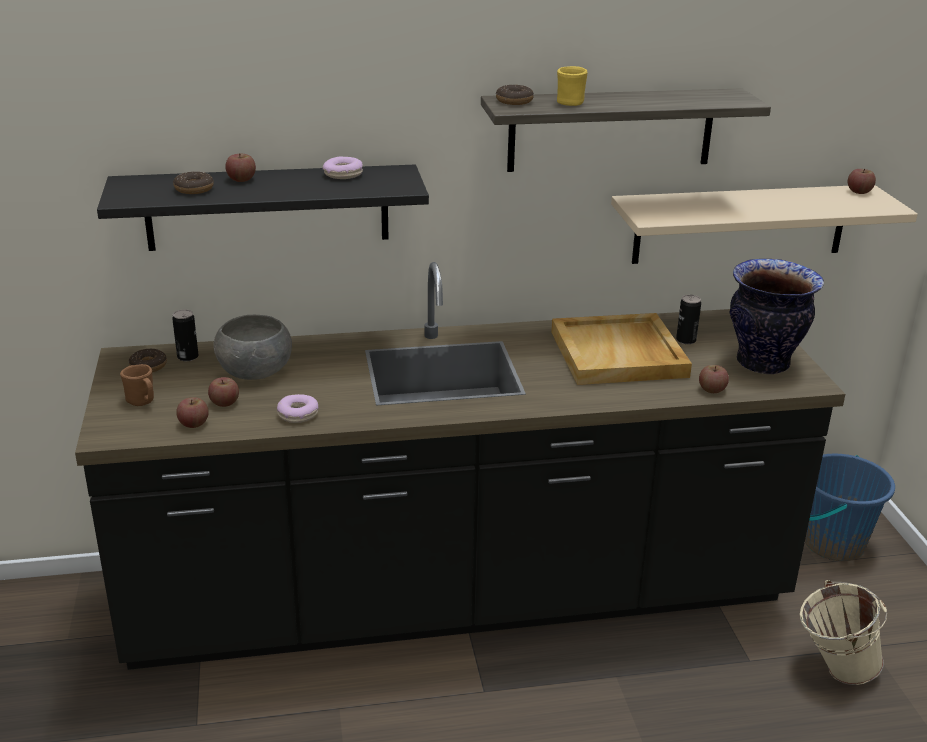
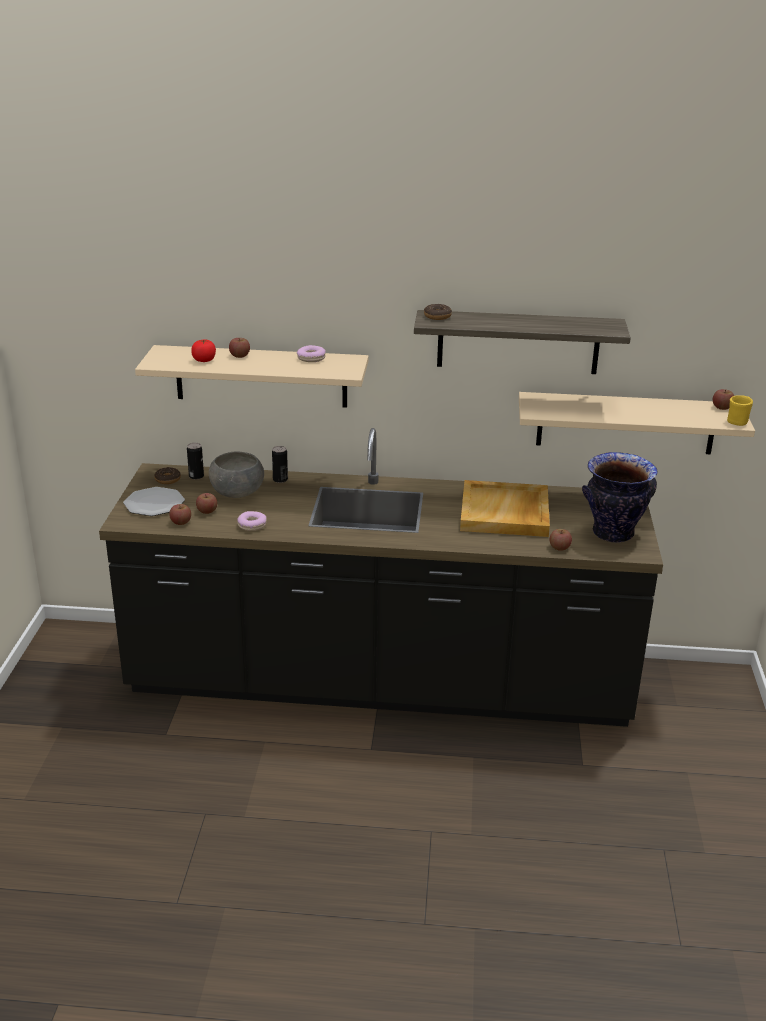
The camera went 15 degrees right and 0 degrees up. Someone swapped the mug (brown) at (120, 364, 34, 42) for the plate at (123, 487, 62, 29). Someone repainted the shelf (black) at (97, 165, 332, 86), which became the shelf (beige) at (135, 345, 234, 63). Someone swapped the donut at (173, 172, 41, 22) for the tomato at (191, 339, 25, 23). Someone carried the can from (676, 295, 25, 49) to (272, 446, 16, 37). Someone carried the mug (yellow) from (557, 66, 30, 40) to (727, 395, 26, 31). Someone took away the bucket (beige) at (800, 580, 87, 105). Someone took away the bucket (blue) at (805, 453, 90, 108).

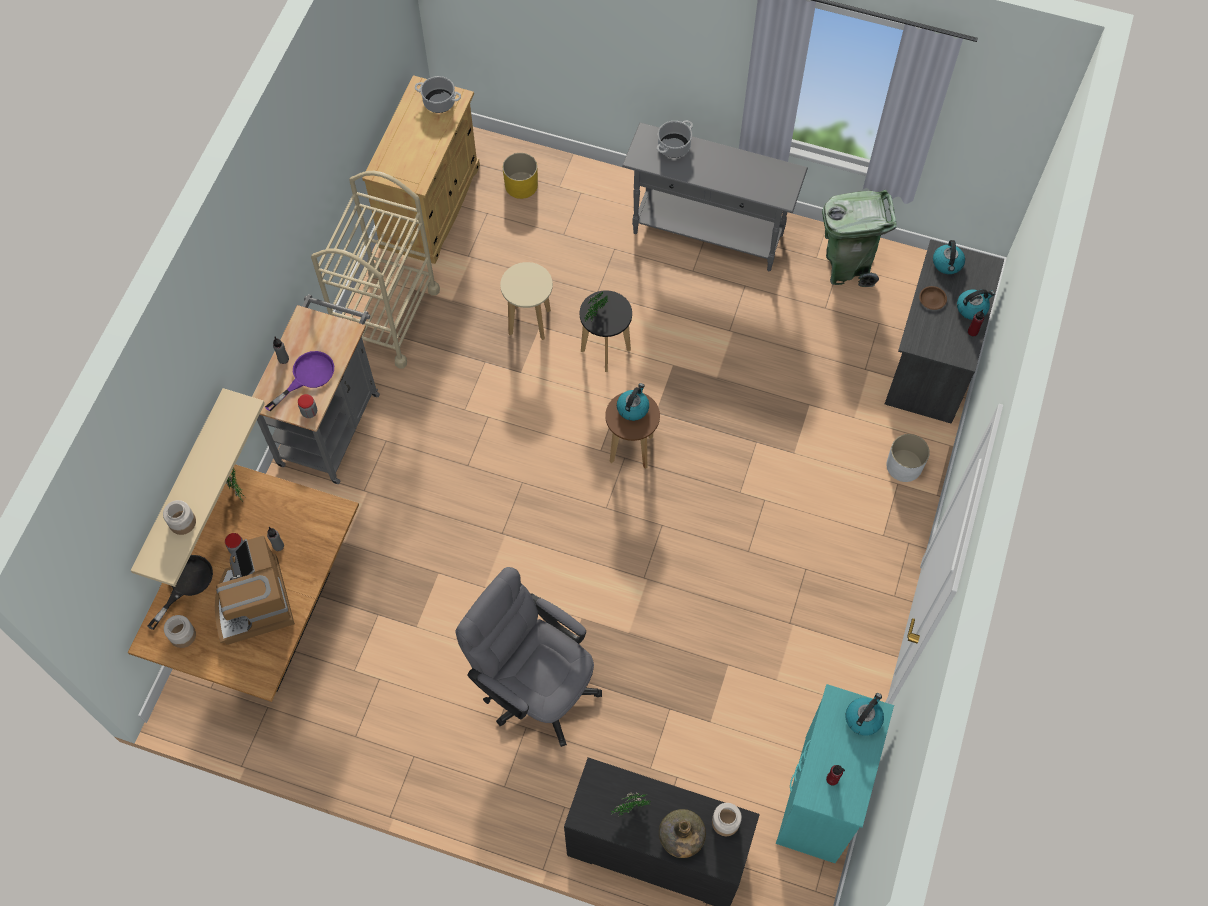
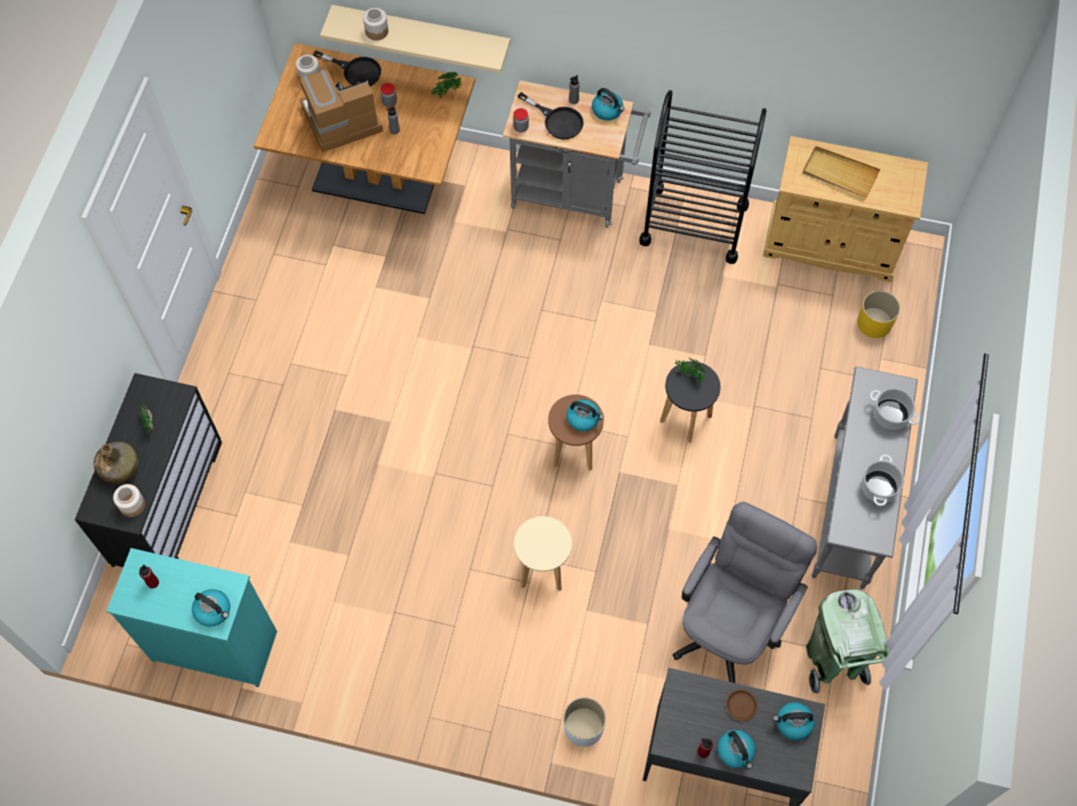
The camera went 85 degrees right and 0 degrees up. Someone carried the stool (beige) from (500, 262, 53, 78) to (514, 516, 58, 75). Someone repainted the frying pan (purple) at (265, 351, 69, 60), which became the frying pan (black) at (518, 92, 66, 48). Someone put down the kettle at (592, 88, 32, 33). Someone repainted the cart (beige) at (311, 171, 129, 197), which became the cart (black) at (639, 90, 128, 174). Someone carried the office chair (grey) from (455, 567, 147, 180) to (673, 502, 144, 181). Someone put down the tray (beige) at (803, 146, 77, 52). Someone carried the cooking pot from (415, 76, 46, 37) to (862, 455, 42, 51).

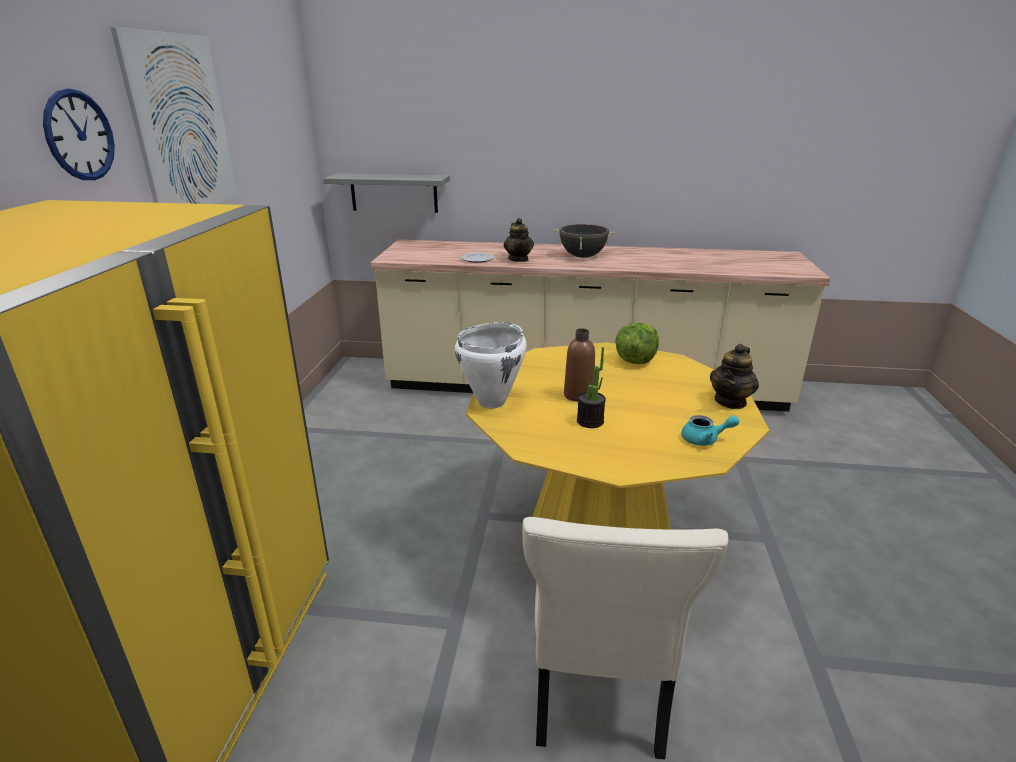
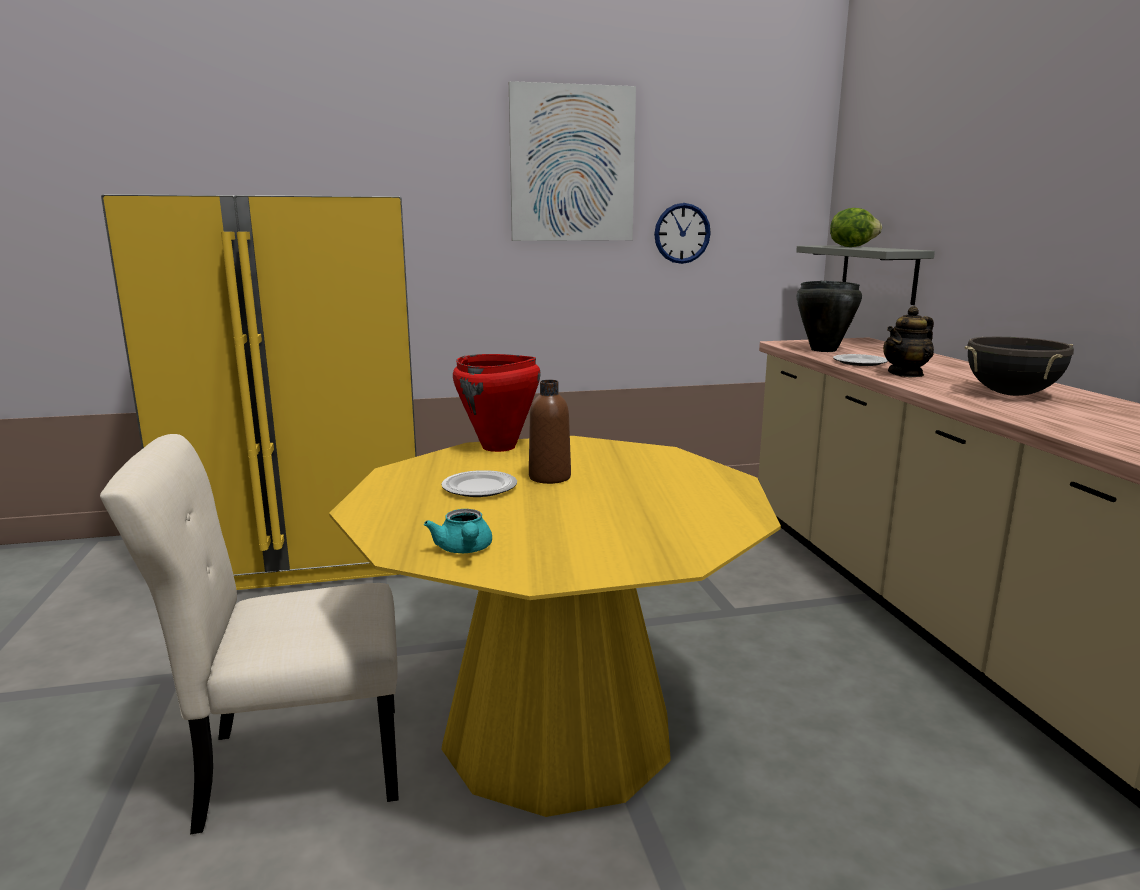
The camera went 70 degrees right and 10 degrees down. Someone swapped the potted plant at (577, 347, 29, 81) for the plate at (441, 470, 76, 27). Someone repainted the cooking pot (white) at (455, 322, 72, 87), which became the cooking pot (red) at (453, 354, 88, 98). Someone carried the wall clock from (43, 89, 72, 91) to (654, 203, 57, 61). Someone put down the cooking pot (black) at (797, 281, 65, 71). Someone carried the lettuce from (615, 323, 44, 41) to (830, 208, 52, 39). Someone took away the teapot at (710, 344, 49, 65).

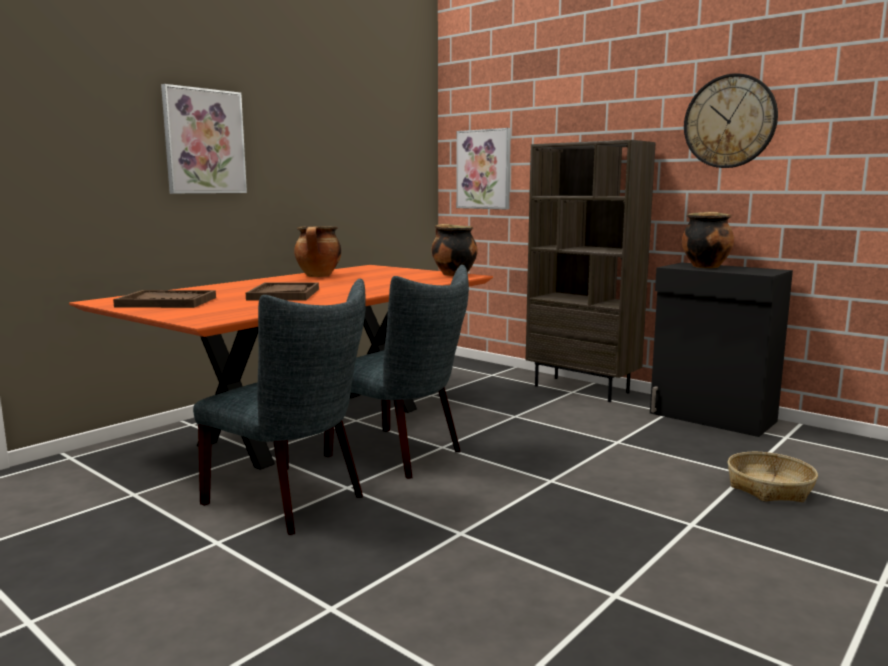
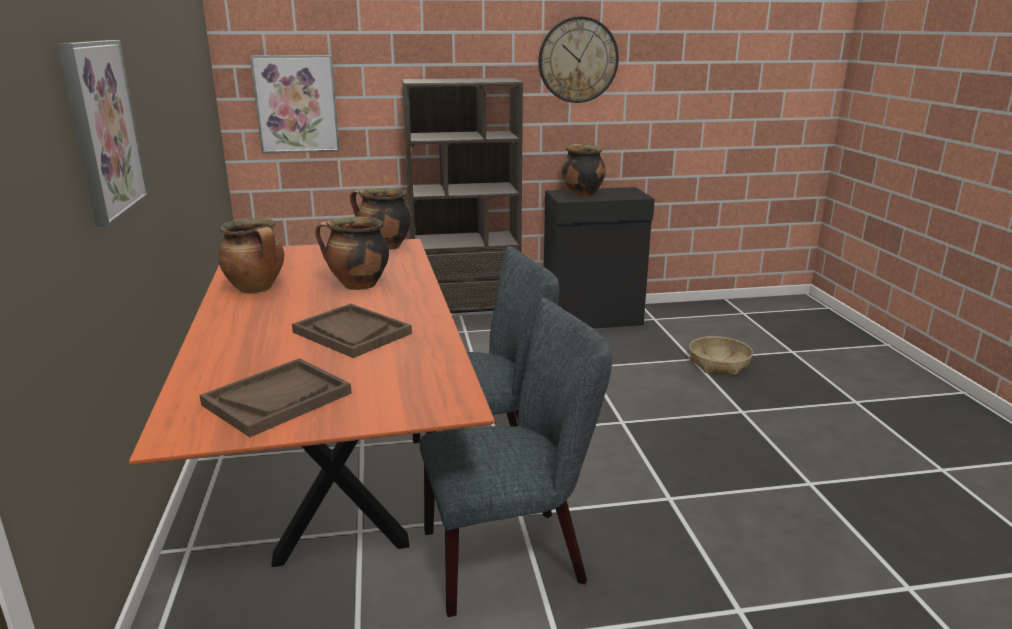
The camera went 50 degrees left and 10 degrees up. Someone put down the cooking pot at (315, 217, 74, 73).

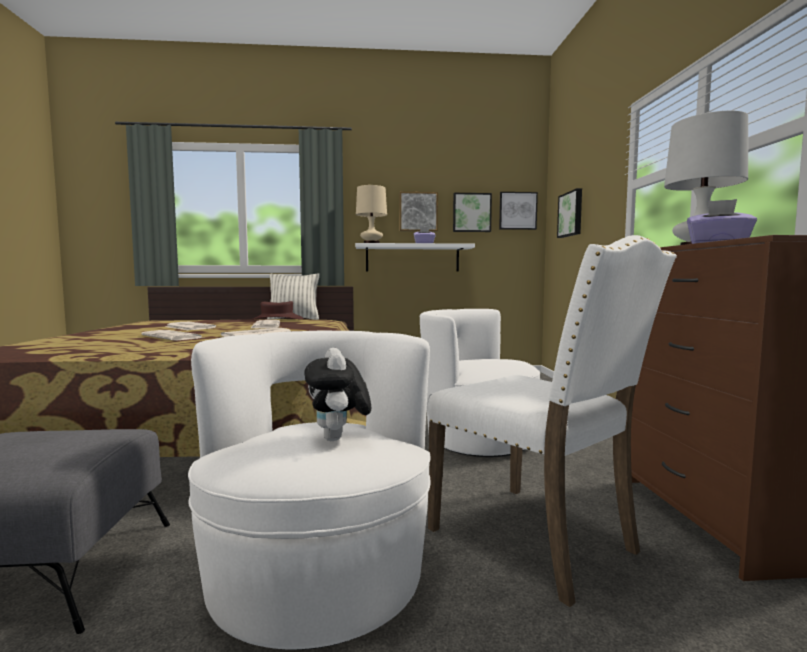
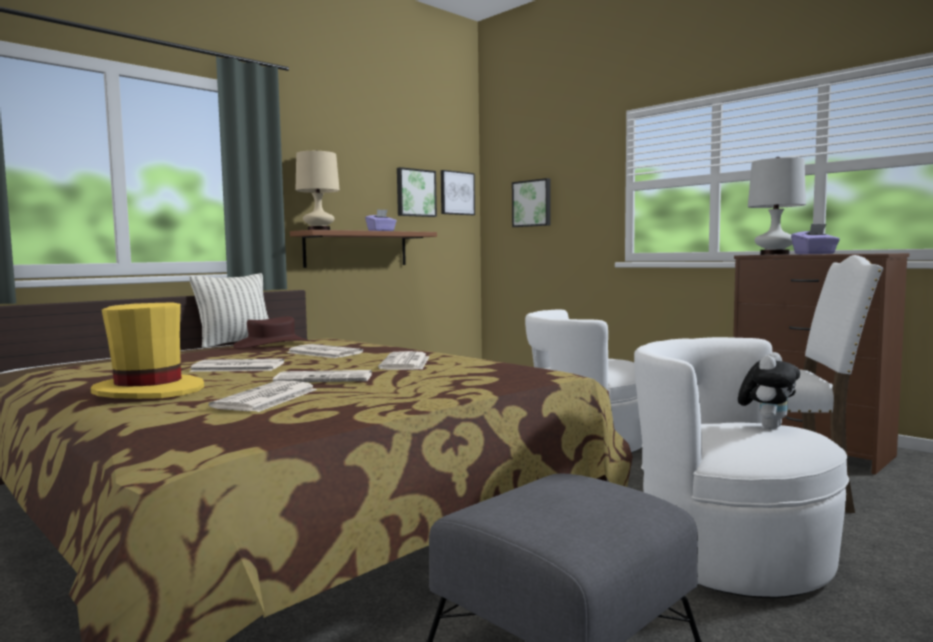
The camera went 40 degrees left and 0 degrees up. Someone put down the hat (yellow) at (91, 303, 113, 96). Someone put down the newspaper at (209, 381, 108, 31). Someone repainted the shelf (white) at (355, 243, 120, 29), which became the shelf (brown) at (290, 230, 147, 38). Someone rotated the plush toy at (304, 348, 67, 93) by 90 degrees counterclockwise. Someone took away the picture at (399, 192, 39, 40).

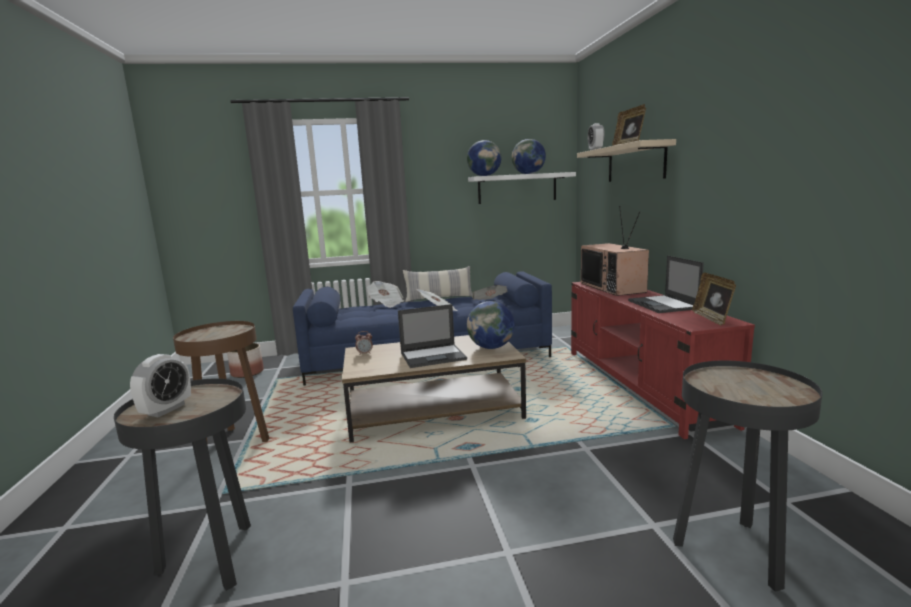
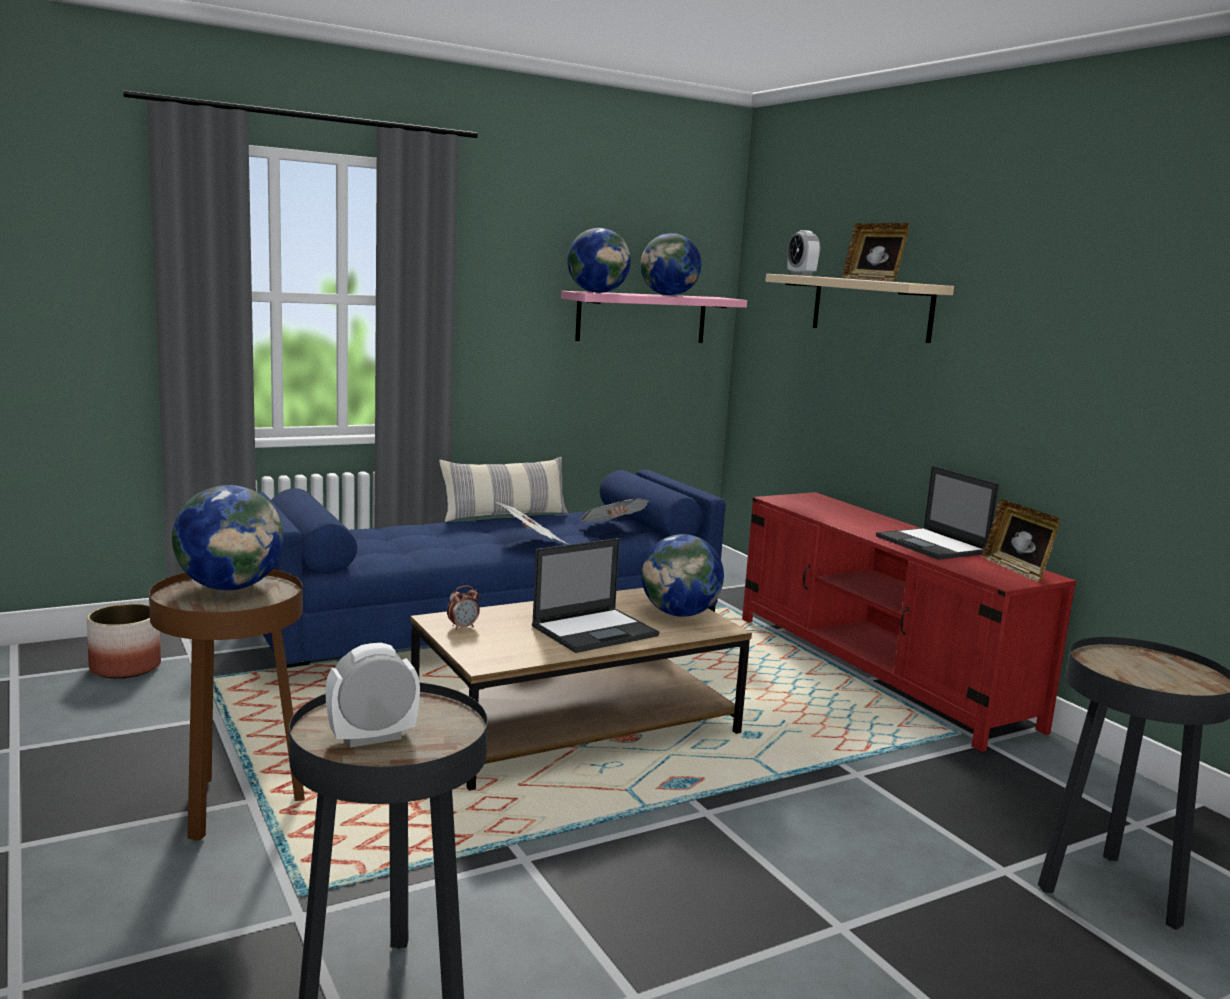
The camera went 20 degrees left and 0 degrees up. Someone put down the globe at (172, 485, 112, 105). Someone rotated the alarm clock at (130, 354, 61, 63) by 120 degrees counterclockwise. Someone repainted the shelf (white) at (468, 172, 108, 32), which became the shelf (pink) at (561, 291, 186, 52). Someone took away the newspaper at (367, 281, 37, 27). Someone took away the television at (581, 206, 68, 90).

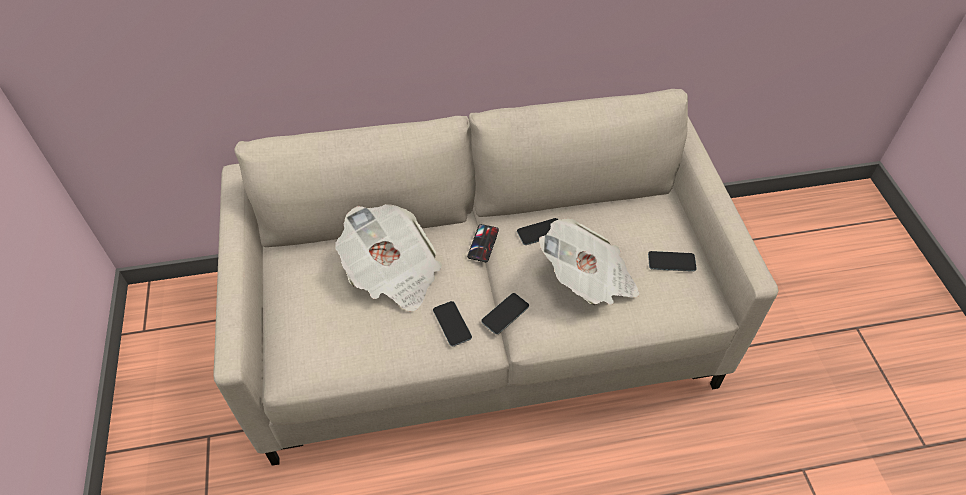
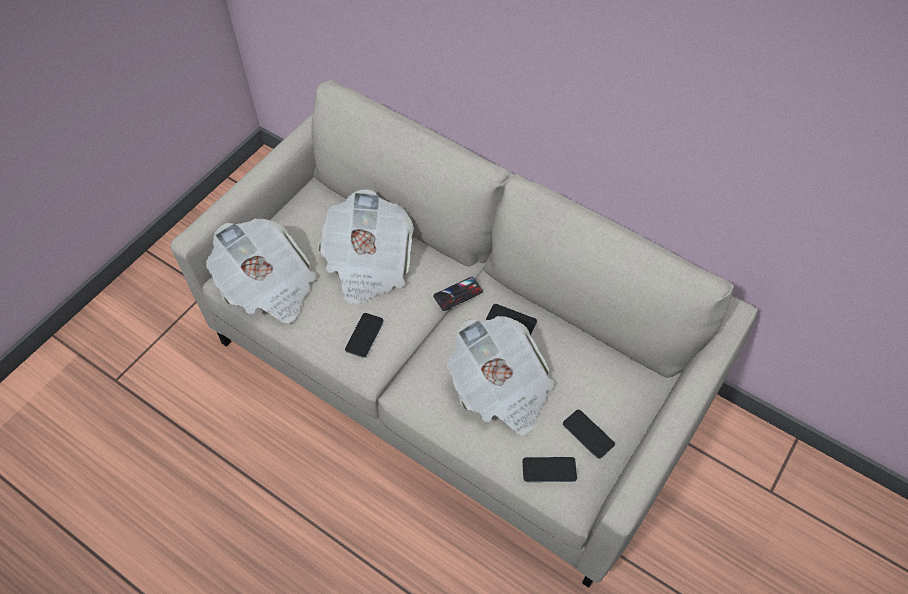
The camera went 45 degrees right and 5 degrees up. Someone put down the newspaper at (206, 218, 110, 106). Someone carried the phone from (481, 293, 48, 41) to (522, 457, 55, 25).

